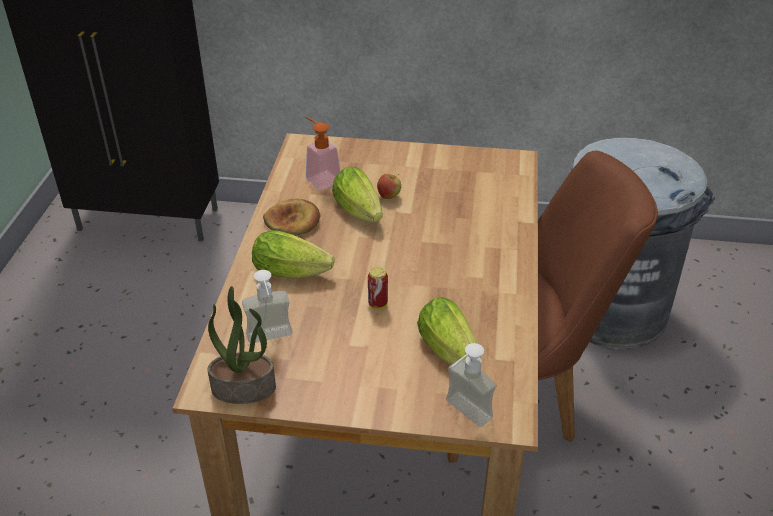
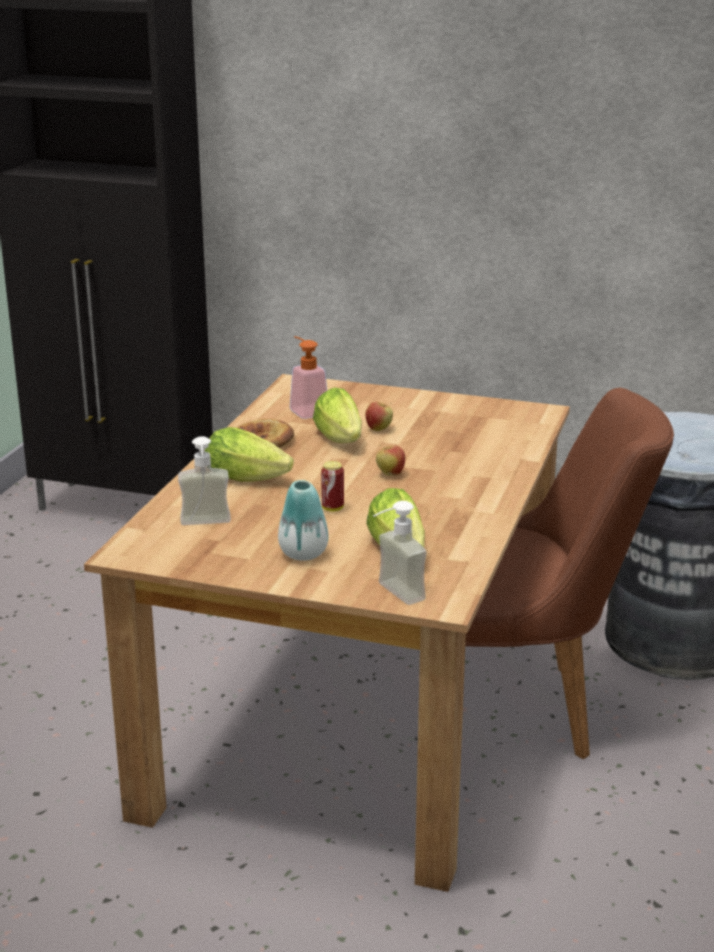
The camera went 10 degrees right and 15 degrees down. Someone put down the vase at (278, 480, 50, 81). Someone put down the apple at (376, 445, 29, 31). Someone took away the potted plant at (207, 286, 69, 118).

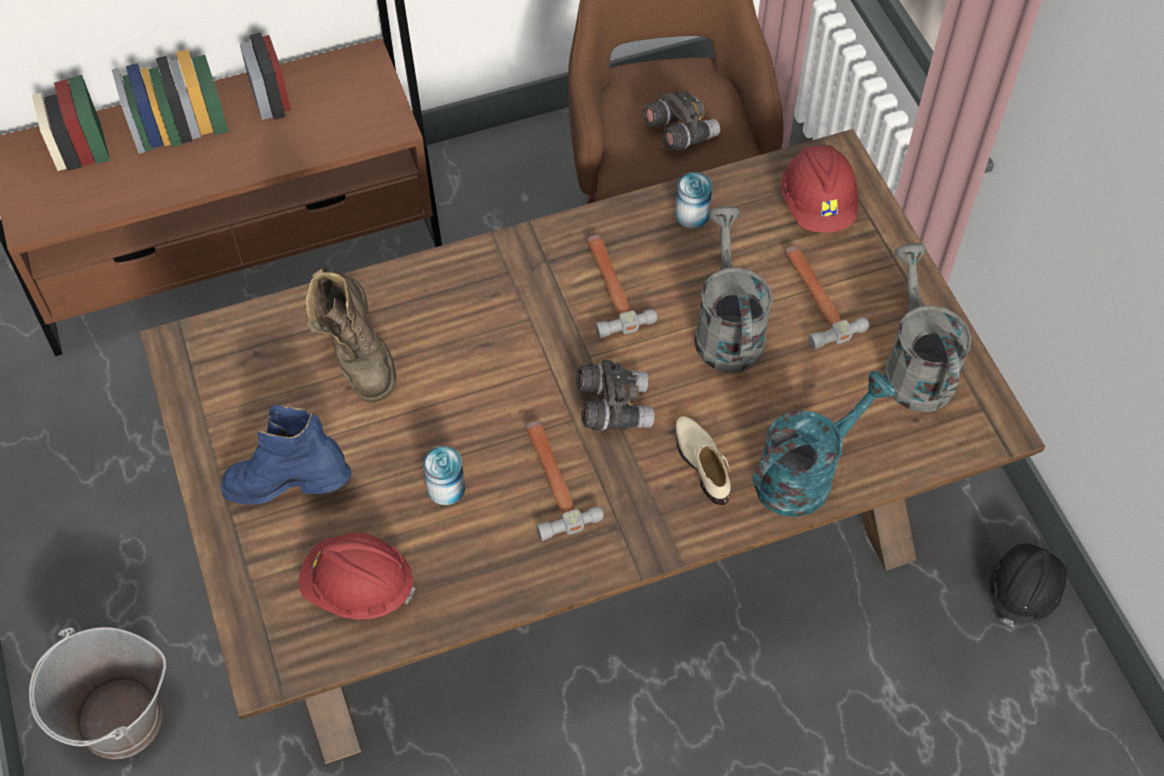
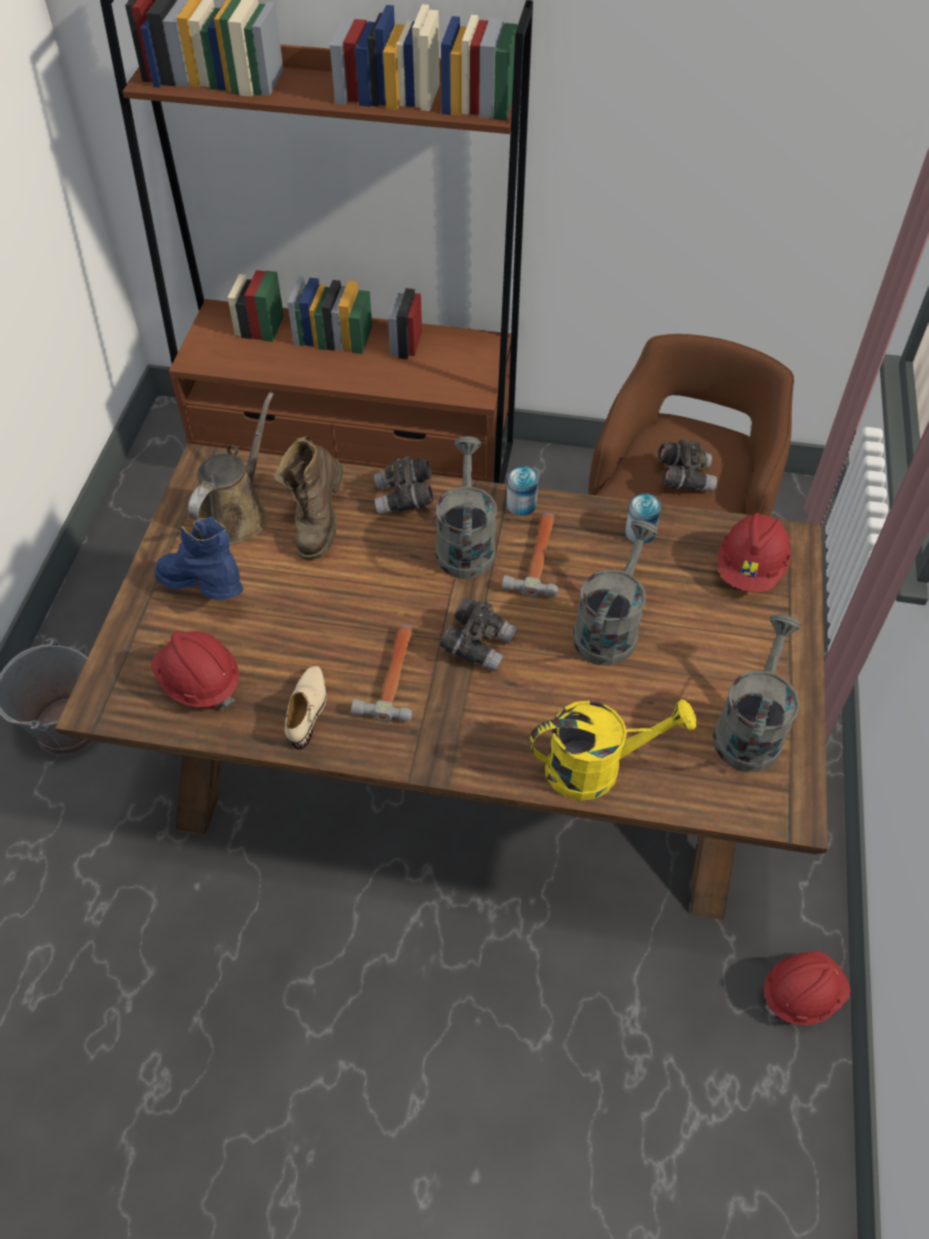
The camera went 30 degrees right and 5 degrees down. Someone put down the watering can (brown) at (188, 392, 86, 153). Someone carried the shoe (beige) from (675, 416, 56, 89) to (285, 666, 41, 84). Someone put down the binoculars (grey) at (374, 456, 60, 58). Someone put down the watering can (grey) at (436, 436, 61, 143). Someone carried the can from (423, 446, 42, 59) to (506, 466, 32, 50). Someone repainted the watering can (turquoise) at (752, 371, 144, 146), which became the watering can (yellow) at (530, 699, 167, 102). Someone repainted the hard hat (black) at (989, 543, 78, 85), which became the hard hat (red) at (764, 951, 87, 74). Someone took away the hammer at (785, 245, 84, 105).

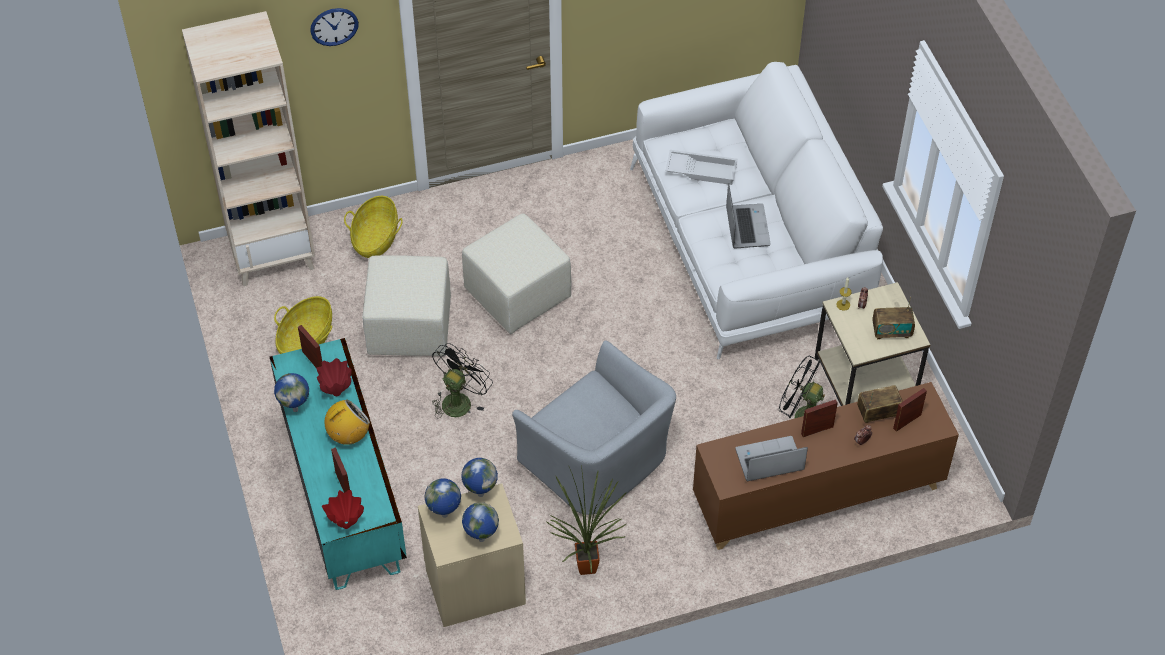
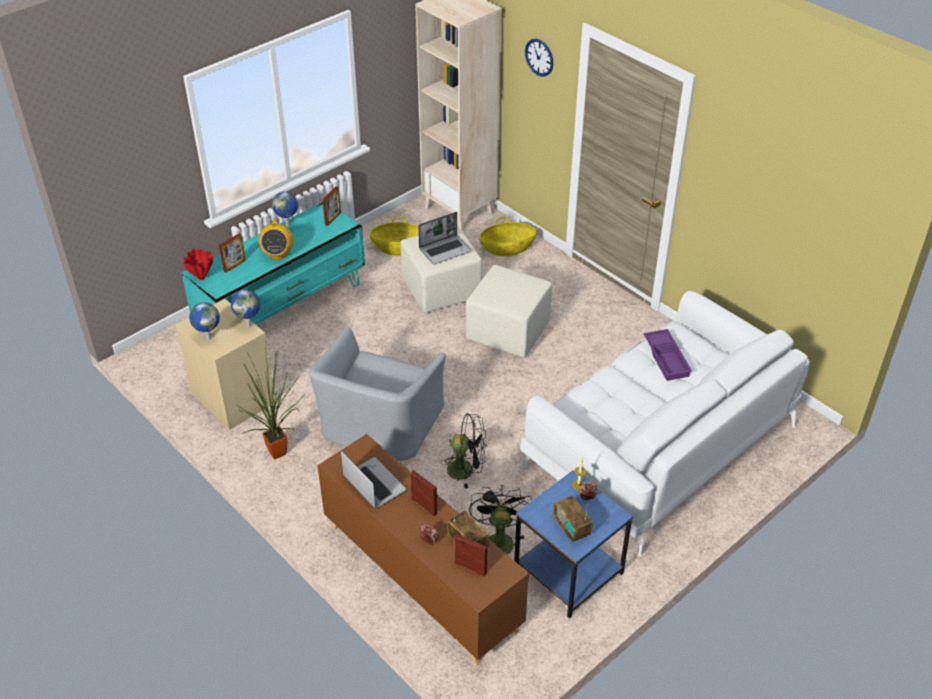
The camera went 65 degrees right and 10 degrees down. Someone rotated the radio at (324, 399, 46, 46) by 60 degrees clockwise. Someone carried the laptop from (726, 183, 45, 65) to (418, 212, 54, 52). Someone carried the fan (black) from (432, 343, 61, 75) to (441, 413, 45, 76). Someone repainted the side table (beige) at (815, 282, 115, 124), which became the side table (blue) at (514, 470, 119, 149). Someone repainted the tray (white) at (665, 150, 73, 35), which became the tray (purple) at (643, 329, 49, 52). Someone took away the vase (red) at (316, 358, 36, 38). Someone took away the globe at (424, 478, 37, 40).

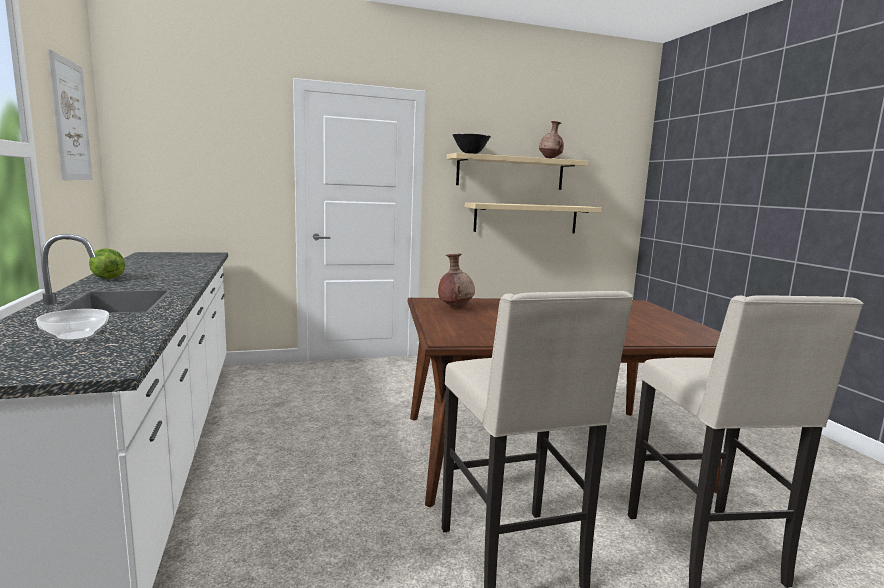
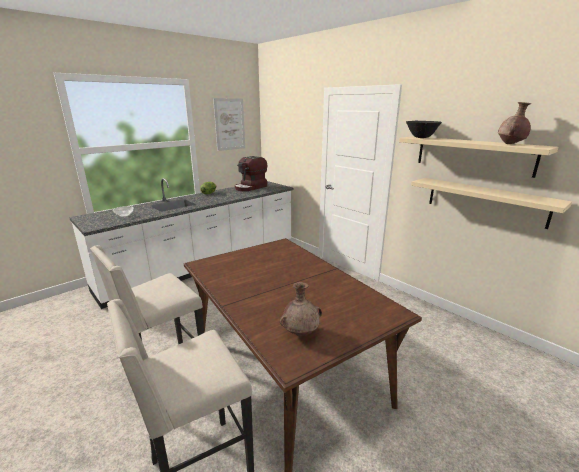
The camera went 65 degrees right and 10 degrees up. Someone put down the coffee machine at (235, 156, 32, 35). Someone carried the vase (brown) from (438, 254, 37, 54) to (280, 282, 42, 54).

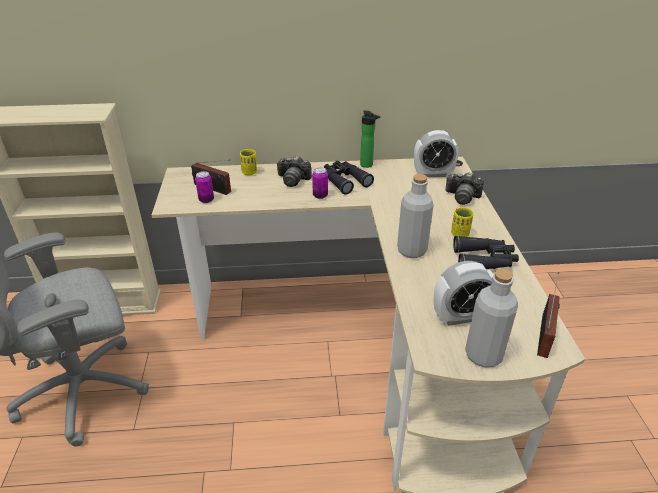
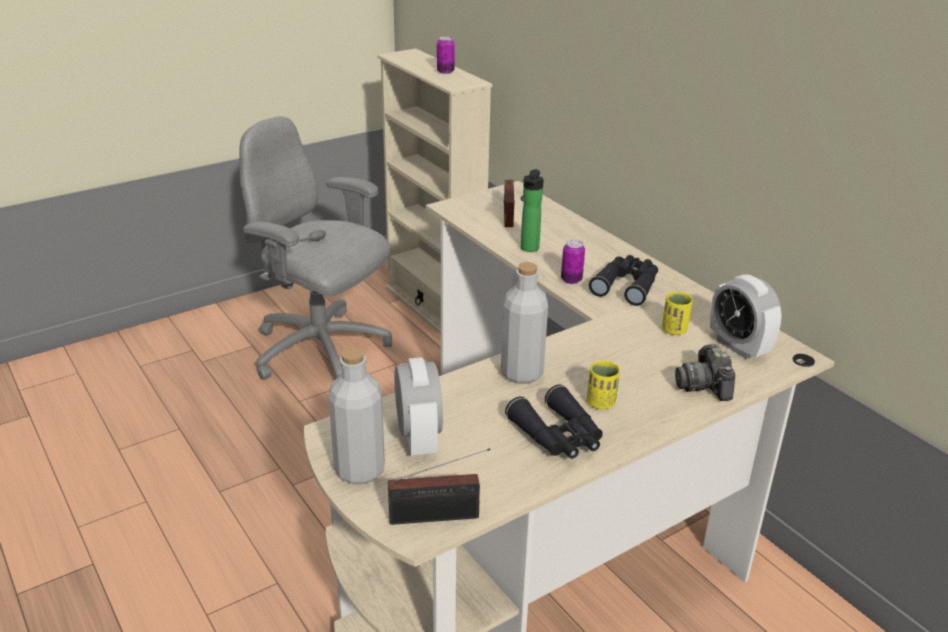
The camera went 60 degrees right and 5 degrees down. Someone rotated the alarm clock at (434, 261, 59, 65) by 150 degrees counterclockwise. Someone carried the can from (195, 171, 19, 32) to (437, 37, 18, 37). Someone carried the bottle from (360, 110, 20, 58) to (521, 169, 23, 83). Someone carried the cup (yellow) from (240, 149, 17, 26) to (662, 292, 31, 43). Someone took away the photo camera at (277, 156, 35, 31).

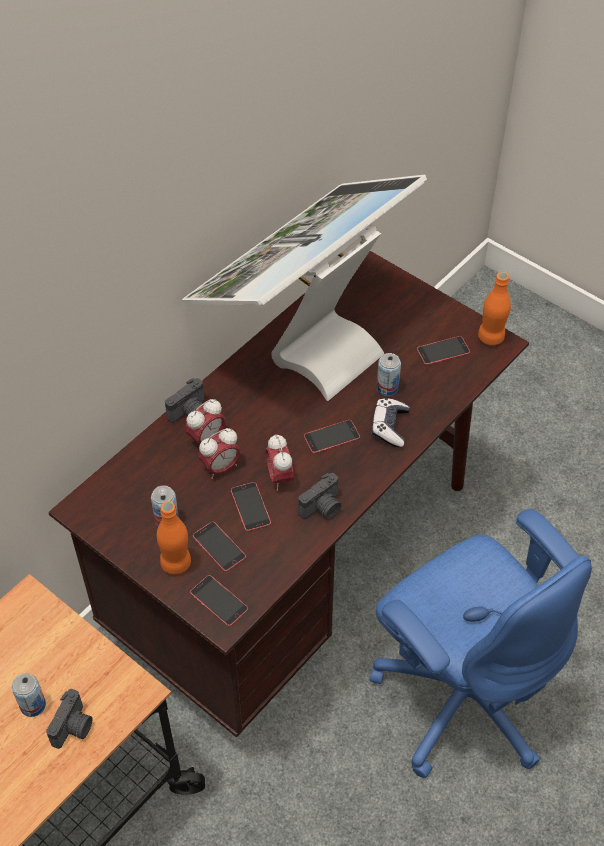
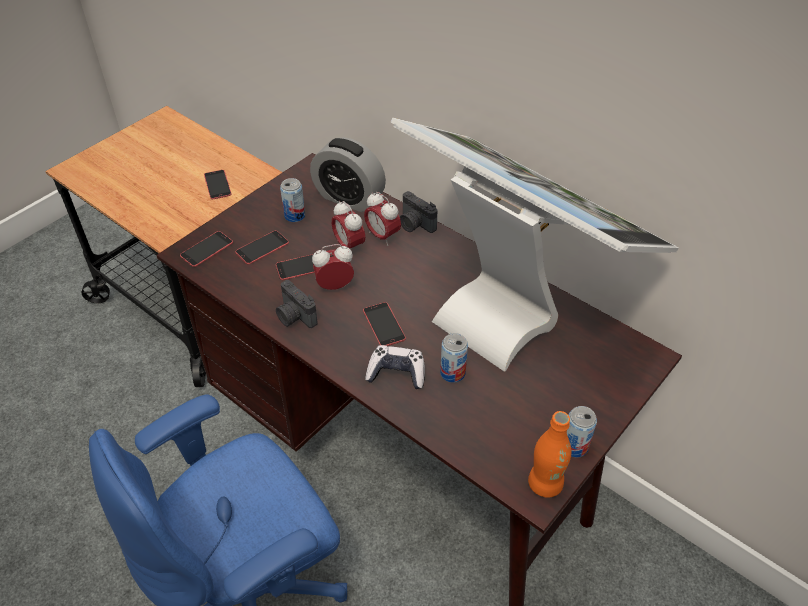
The camera went 90 degrees right and 5 degrees down. Someone carried the phone from (417, 336, 53, 29) to (204, 170, 28, 29). Someone put down the alarm clock at (310, 137, 76, 75). Someone carried the can from (12, 673, 34, 44) to (567, 406, 30, 52). Someone took away the photo camera at (46, 689, 47, 60). Someone took away the bottle (orange) at (157, 501, 34, 73).

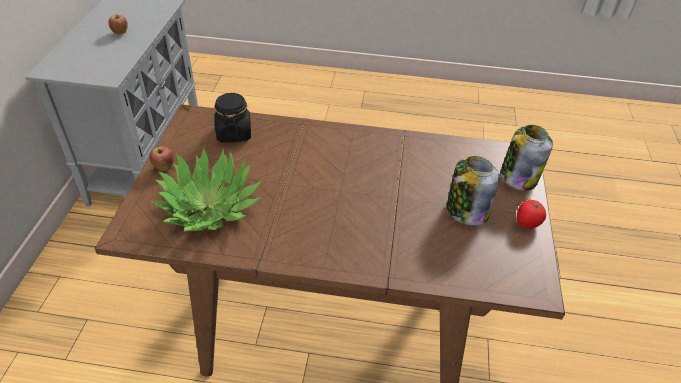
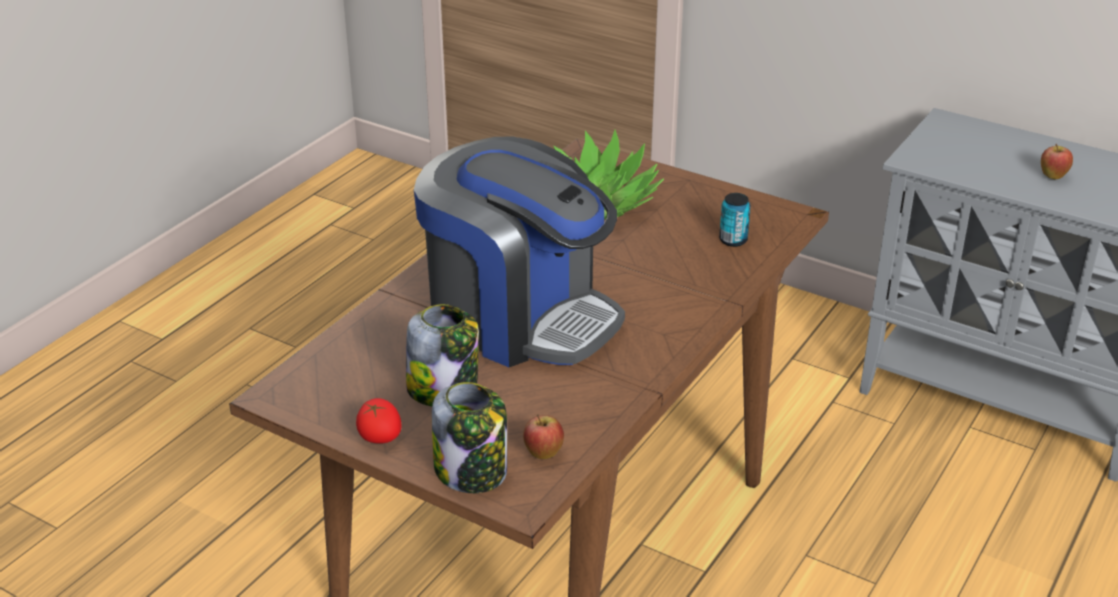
The camera went 115 degrees right and 10 degrees down. Someone put down the coffee machine at (414, 136, 211, 231). Someone carried the apple from (149, 146, 25, 25) to (523, 414, 41, 45). Someone swapped the jar (black) at (215, 92, 36, 50) for the can at (719, 193, 32, 54).

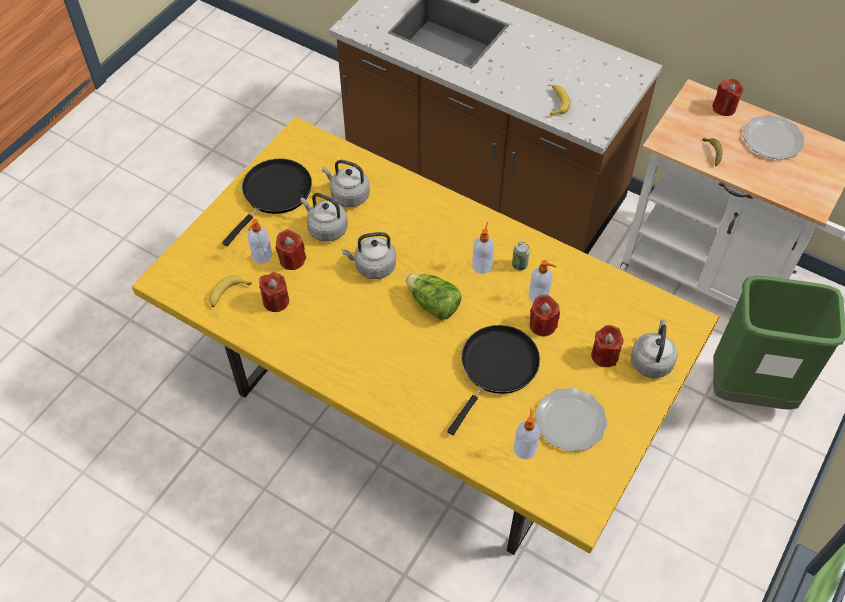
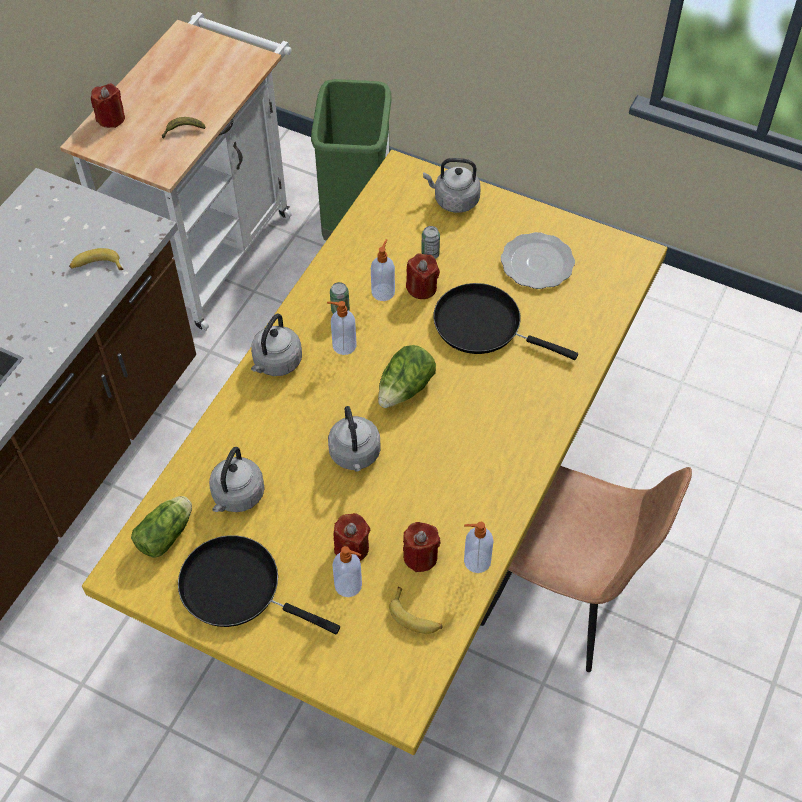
The camera went 95 degrees left and 0 degrees up. Someone put down the lettuce at (131, 496, 61, 62). Someone carried the kettle (grey) from (301, 193, 47, 49) to (251, 314, 51, 62). Someone put down the can at (421, 226, 19, 33). Someone carried the soap dispenser from (514, 407, 26, 52) to (464, 522, 30, 51). Someone put down the chair (brown) at (481, 466, 211, 206). Someone took away the candle (red) at (591, 325, 33, 42). Someone took away the plate at (743, 115, 62, 45).

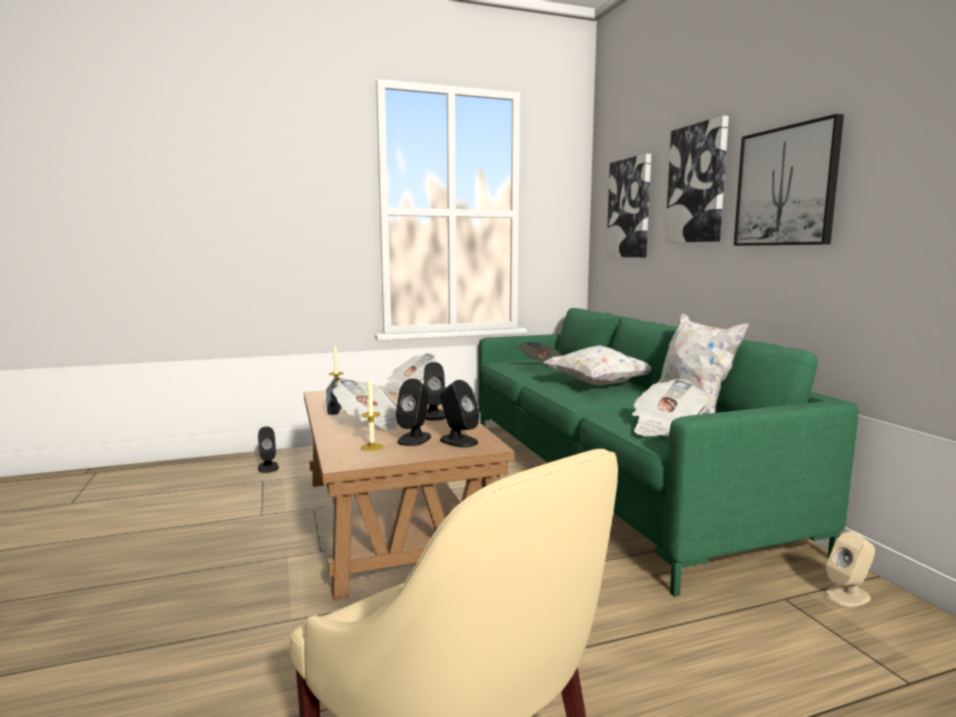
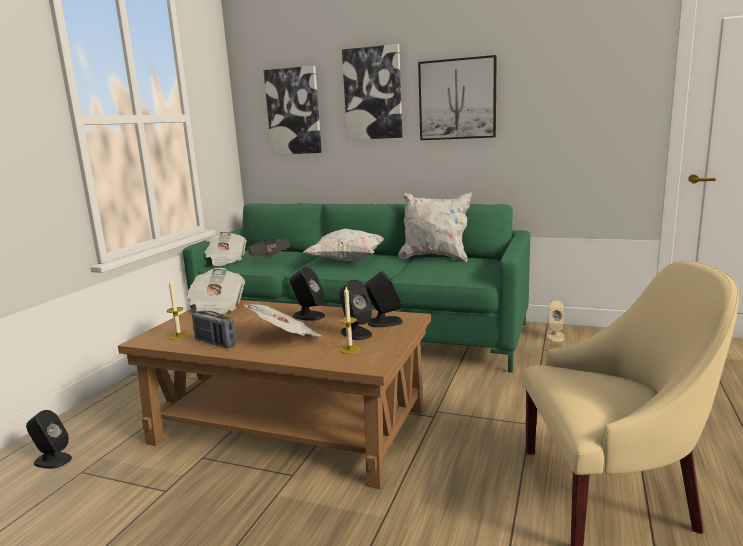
The camera went 50 degrees left and 5 degrees up. Someone carried the newspaper from (632, 379, 78, 57) to (204, 231, 43, 35).

